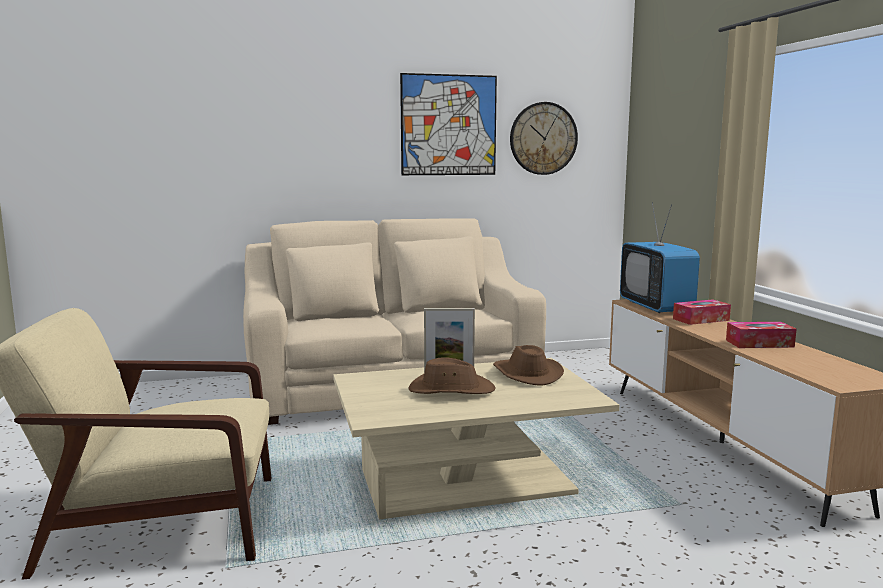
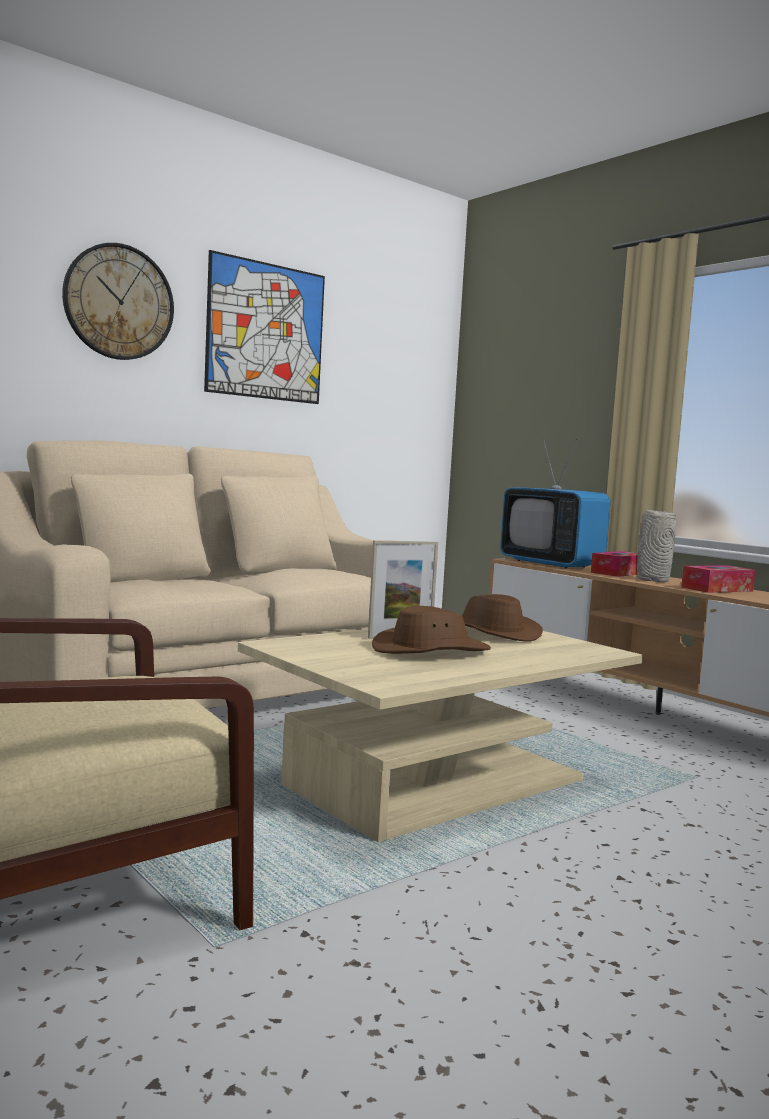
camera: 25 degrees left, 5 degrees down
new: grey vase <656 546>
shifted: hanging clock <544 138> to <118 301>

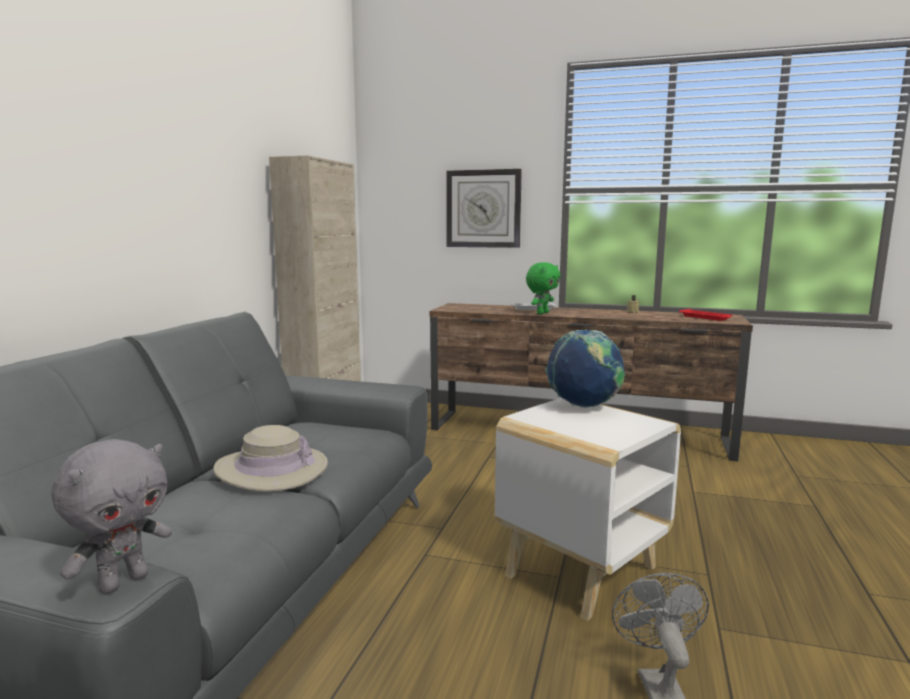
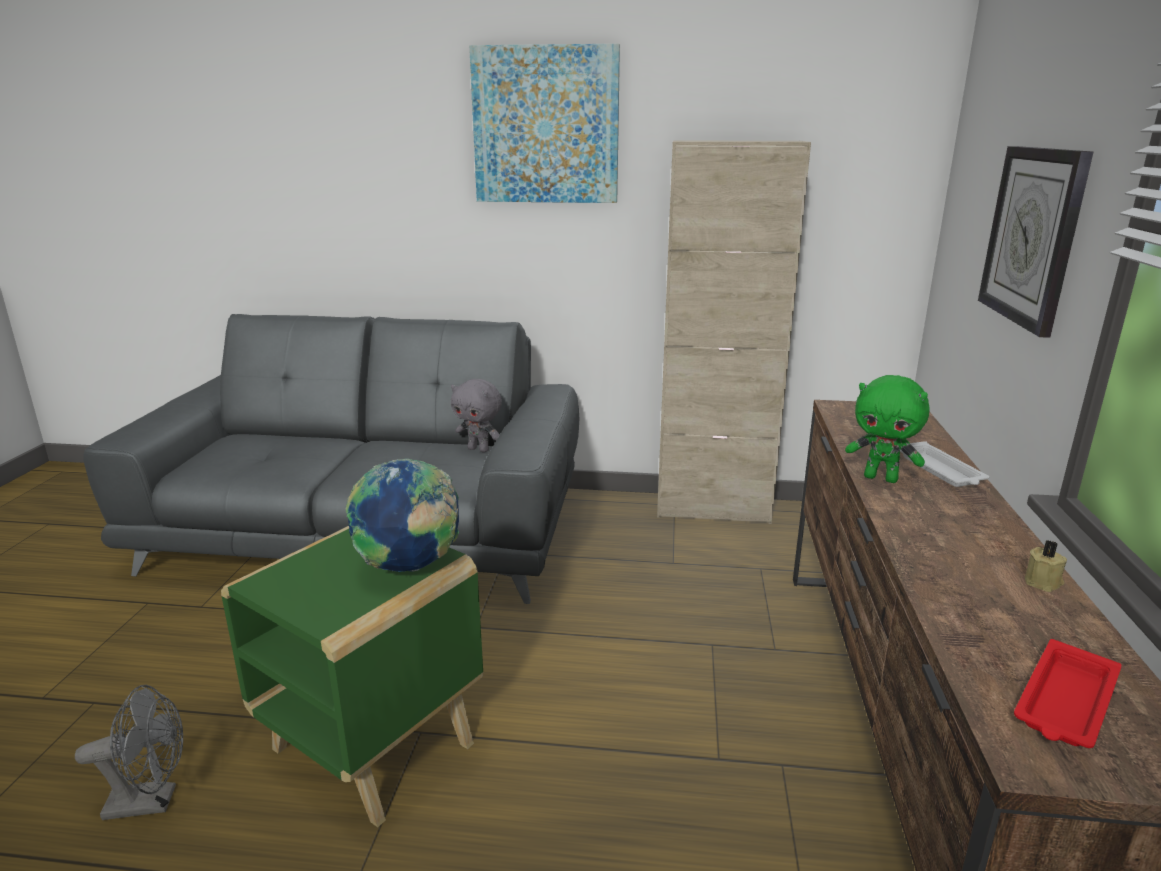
camera: 80 degrees right, 10 degrees up
gone: beige-coloured hat <270 458>
new: wall art <544 123>
shifted: grey plush toy <112 516> to <476 416>
repainted: whitish side table <588 509> to green side table <352 676>

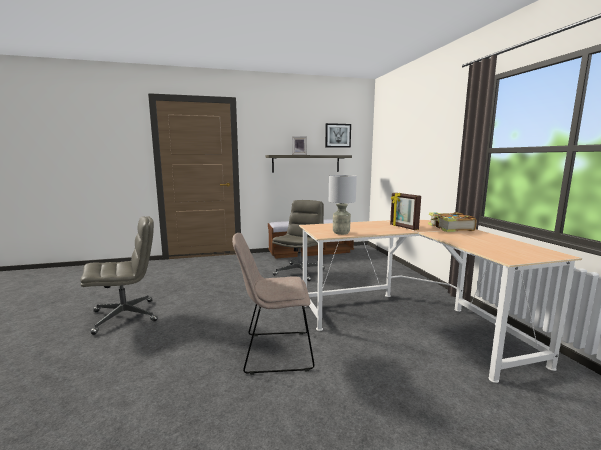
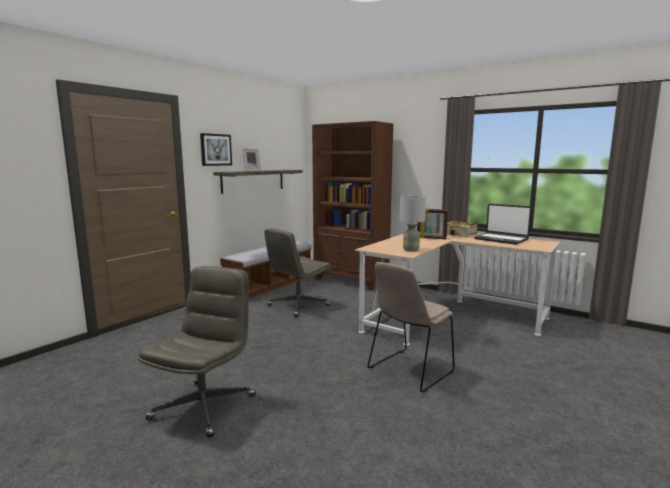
camera: 40 degrees left, 0 degrees up
new: brownish bookcase <352 206>; notebook computer <503 224>
shifted: wall art <338 135> to <216 149>
rotated: grey desk chair <298 240> = <297 272> 120 degrees counterclockwise

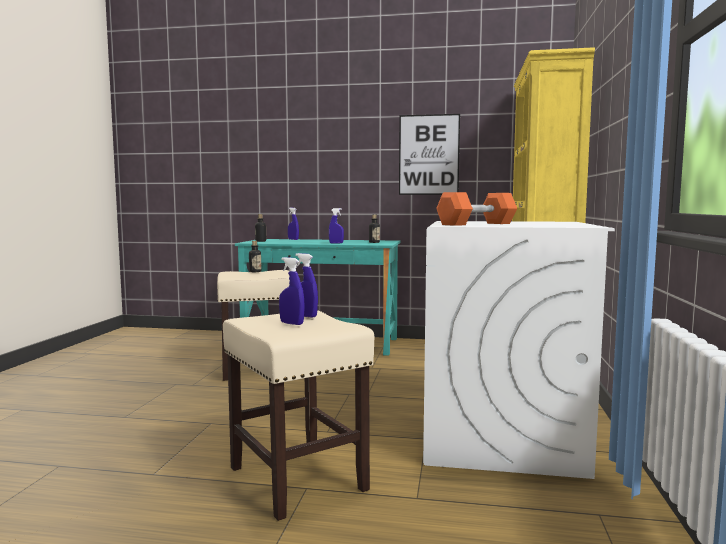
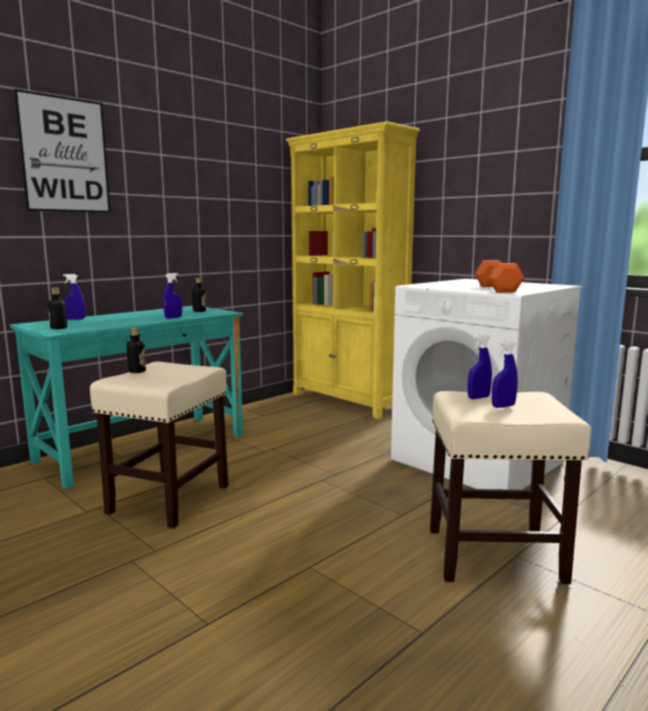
camera: 55 degrees left, 5 degrees up
shifted: wall art <429 154> to <62 151>

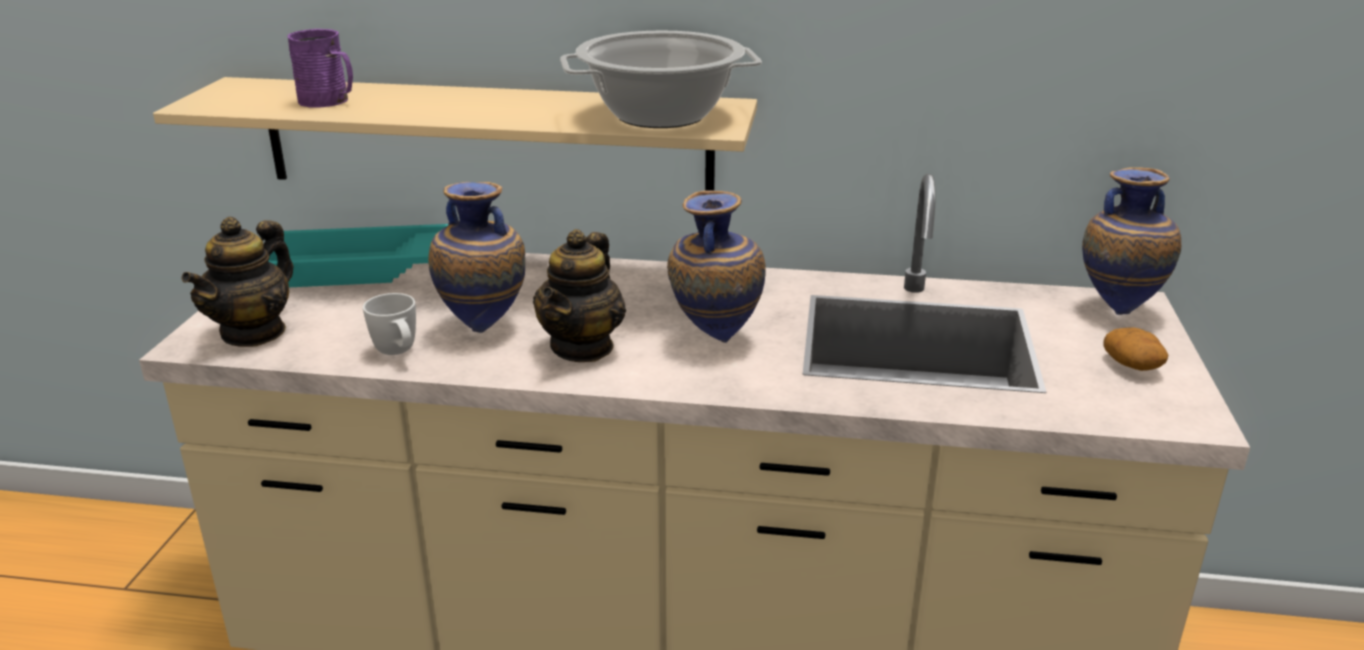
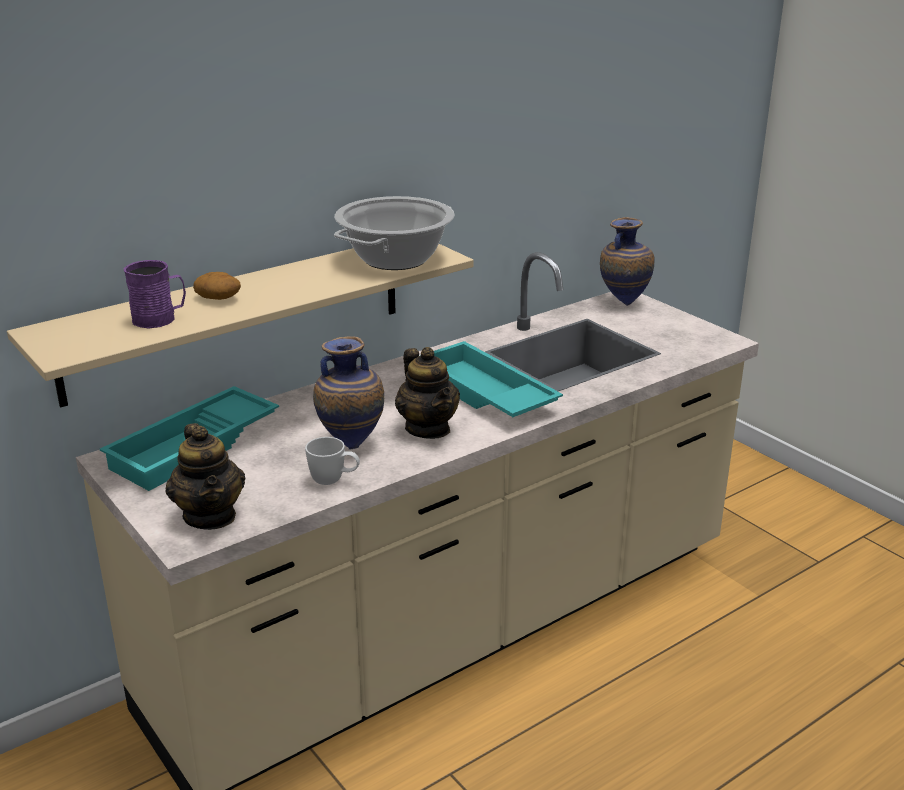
camera: 45 degrees left, 0 degrees up
shifted: whole potato <1136 349> to <217 286>
swapped: vase <716 266> to blue-green serving tray <491 379>

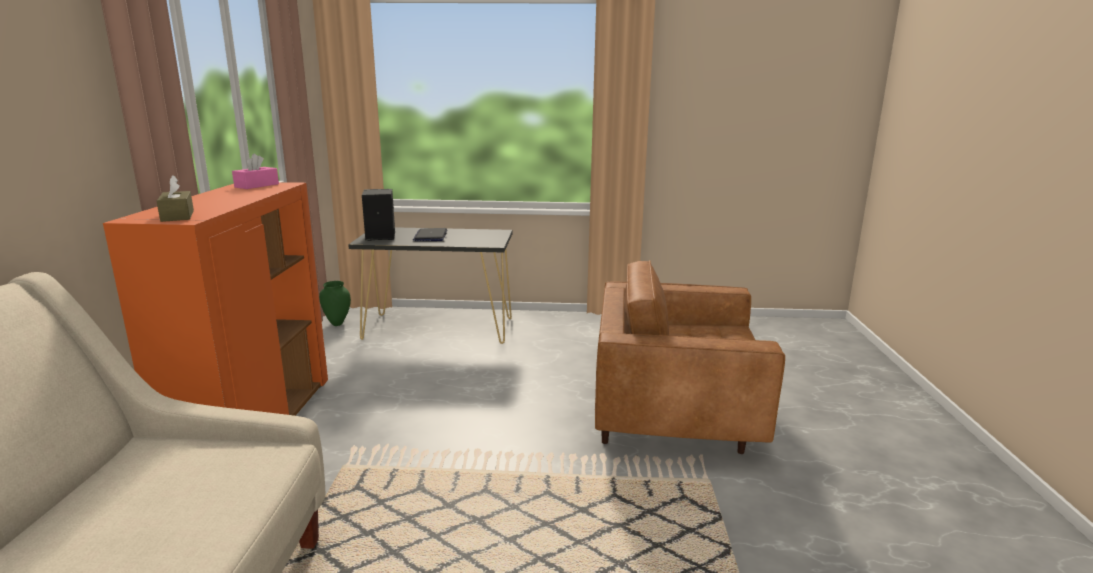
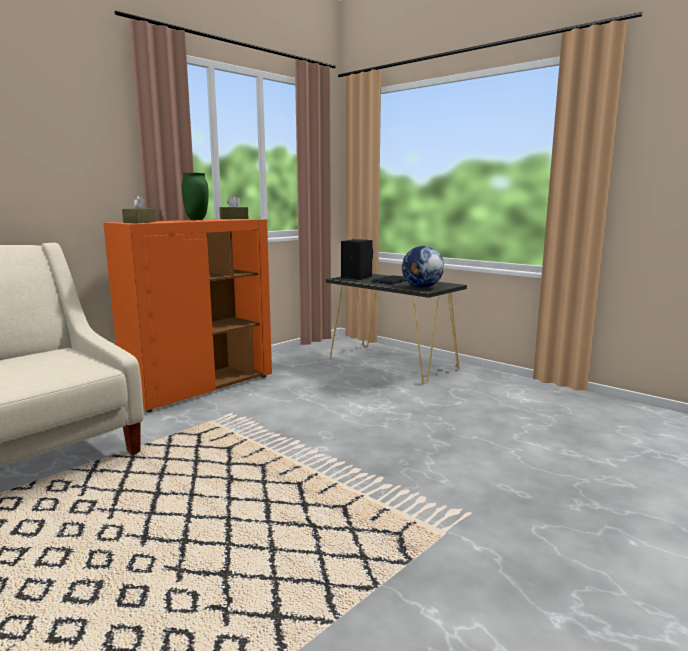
camera: 40 degrees right, 5 degrees down
gone: brownish lounge chair <690 357>
new: world globe <422 267>
shifted: green vase <335 303> to <195 196>
repainted: pink box of tissues <255 171> to brownish box of tissues <234 207>

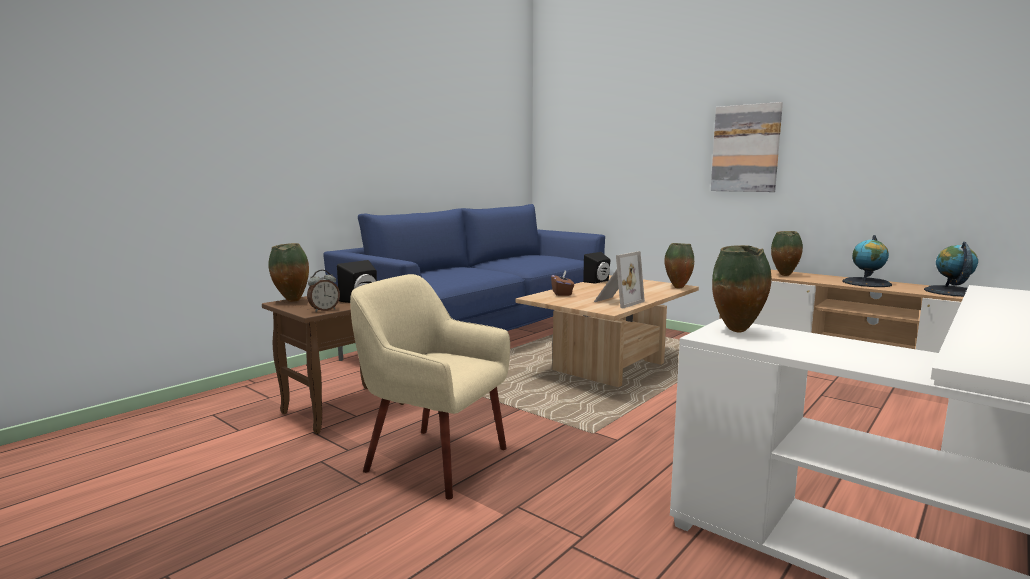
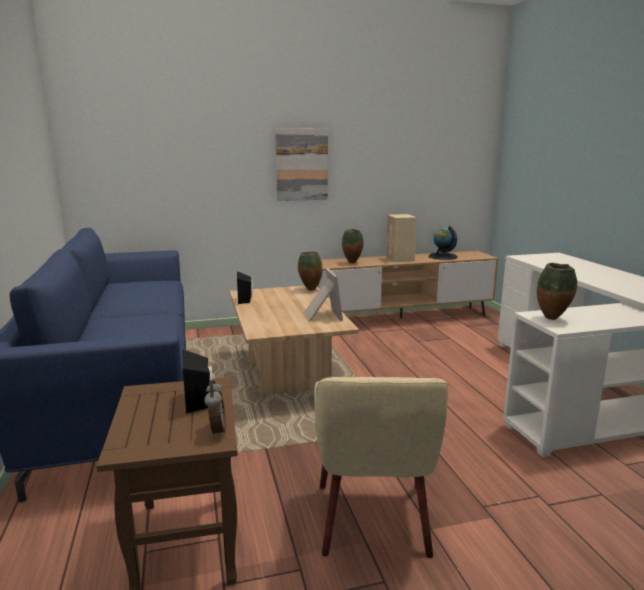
camera: 55 degrees left, 5 degrees up
gone: vase <288 272>; brownish box of tissues <562 283>
swapped: world globe <867 261> to beige-coloured loudspeaker <401 238>
rotated: beige-coloured lounge chair <430 386> = <381 467> 60 degrees counterclockwise

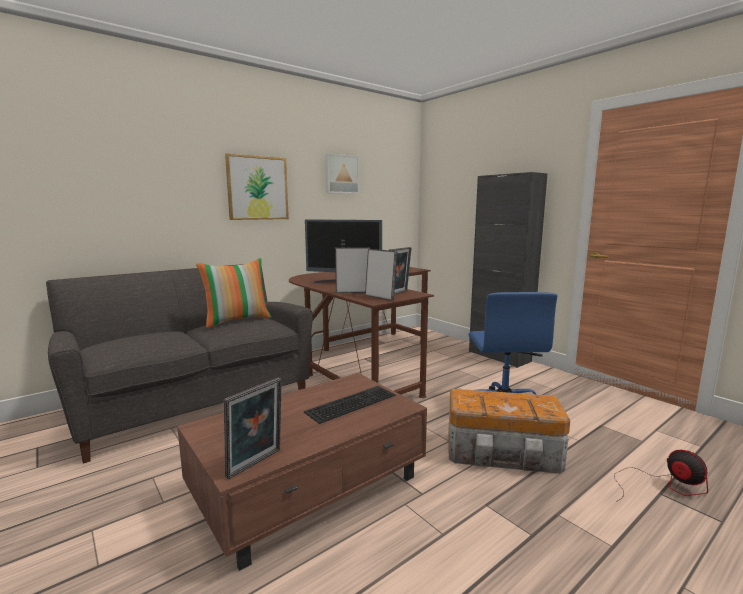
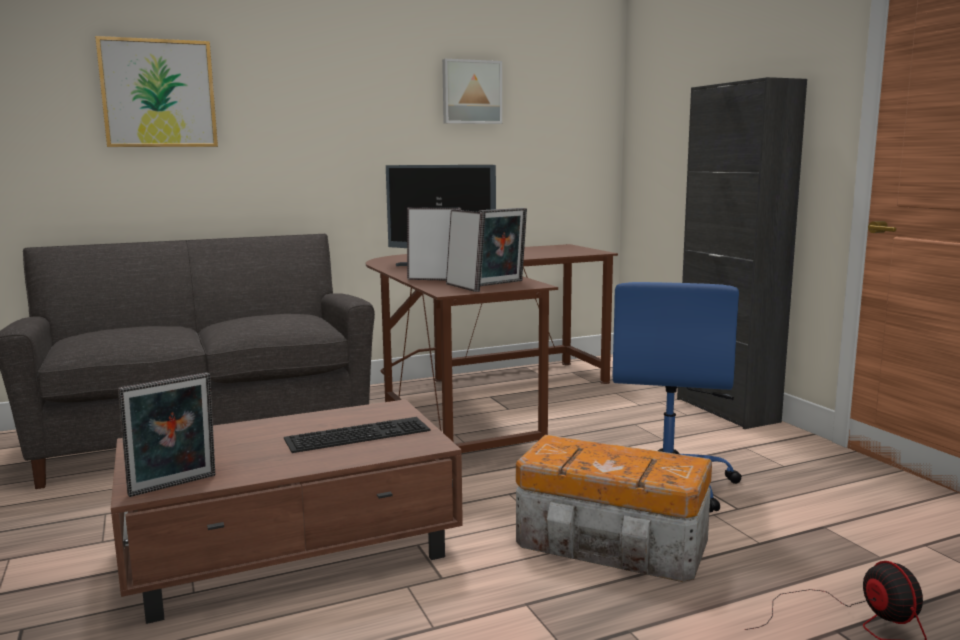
camera: 15 degrees right, 0 degrees up
gone: cushion <234 293>
shifted: wall art <257 187> to <156 91>

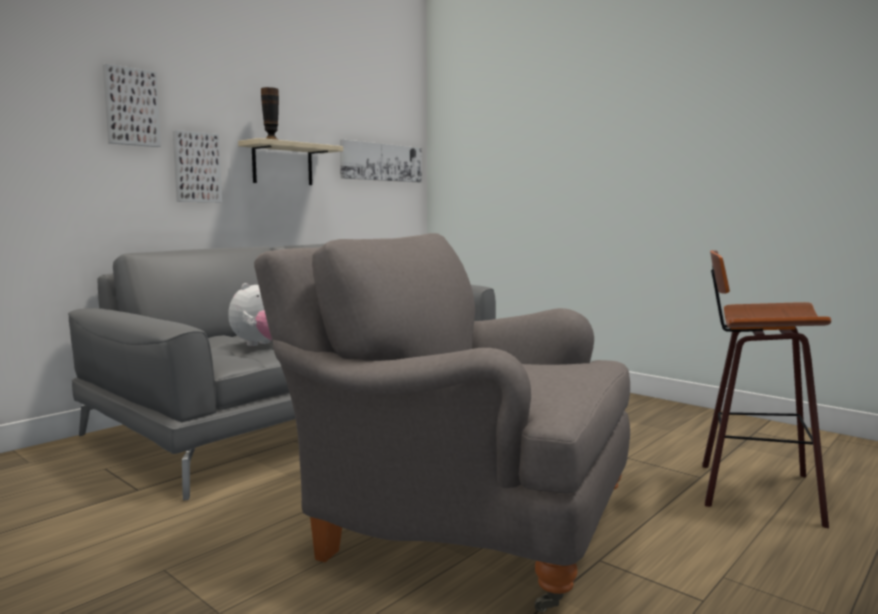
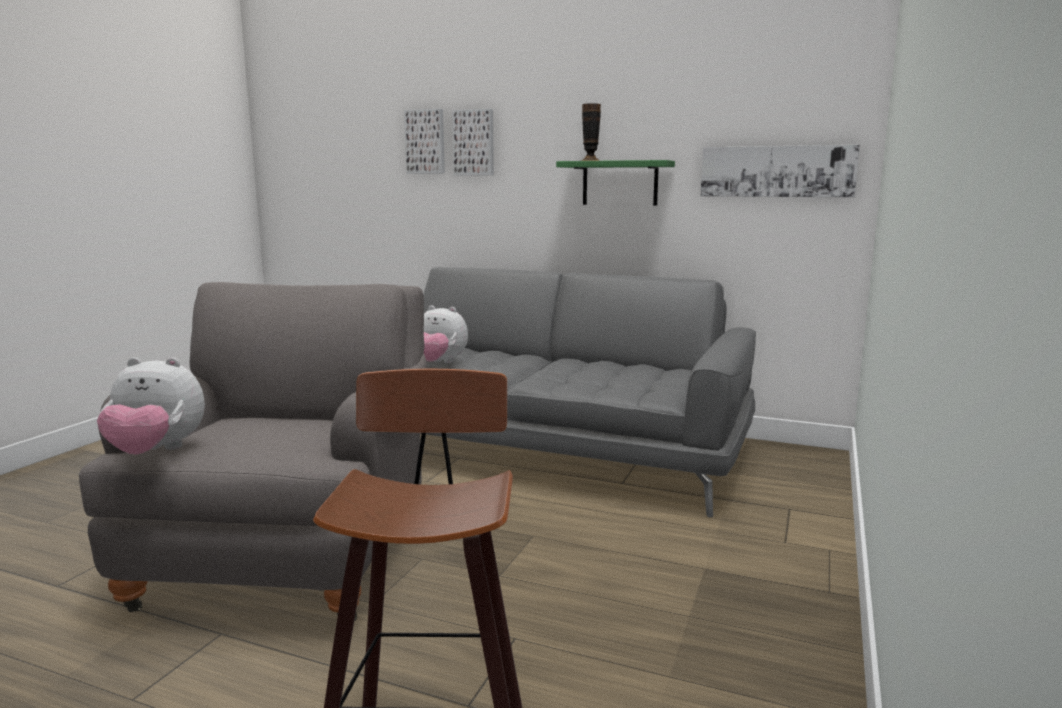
camera: 70 degrees right, 5 degrees up
new: plush toy <151 405>
shifted: wall art <197 166> to <424 141>
repainted: beige-coloured shelf <290 161> to green shelf <615 183>

